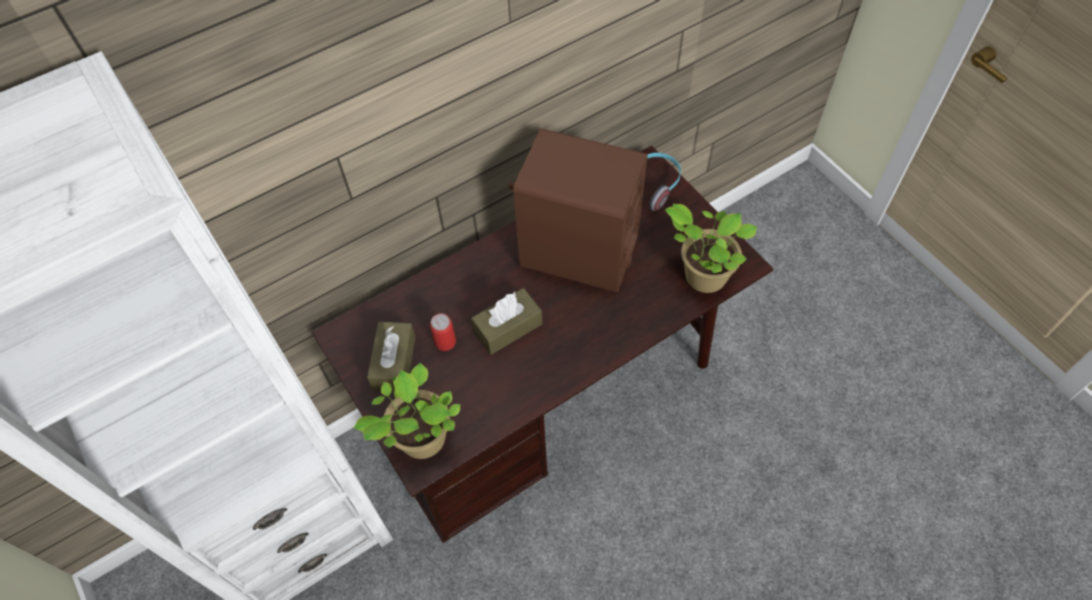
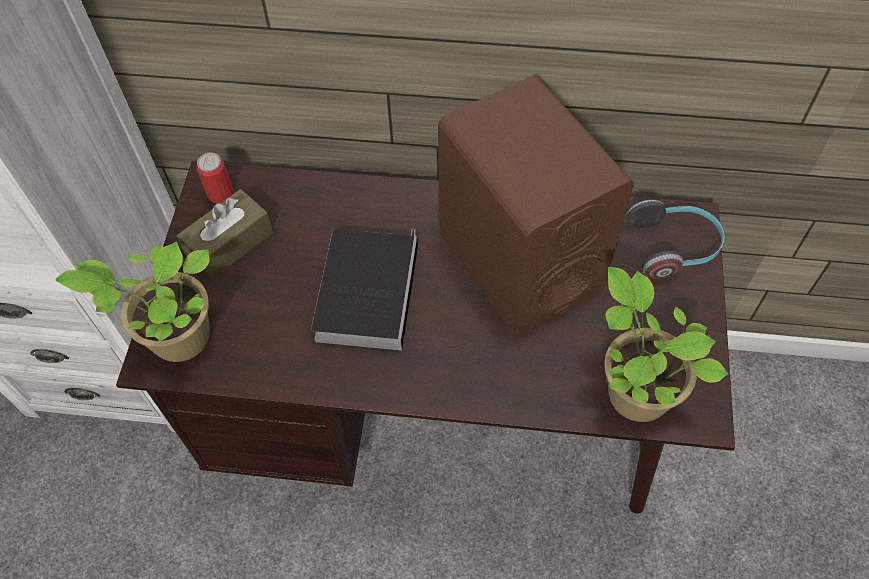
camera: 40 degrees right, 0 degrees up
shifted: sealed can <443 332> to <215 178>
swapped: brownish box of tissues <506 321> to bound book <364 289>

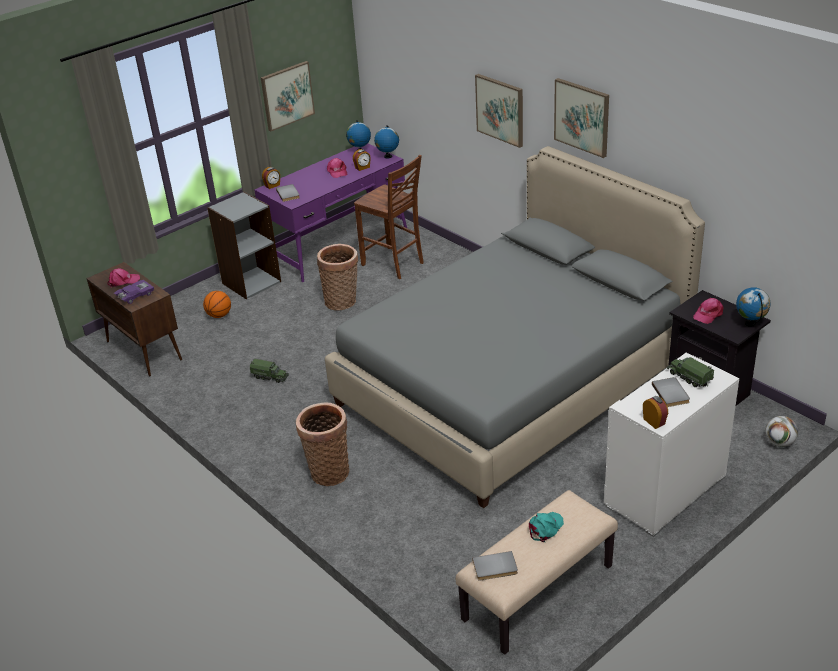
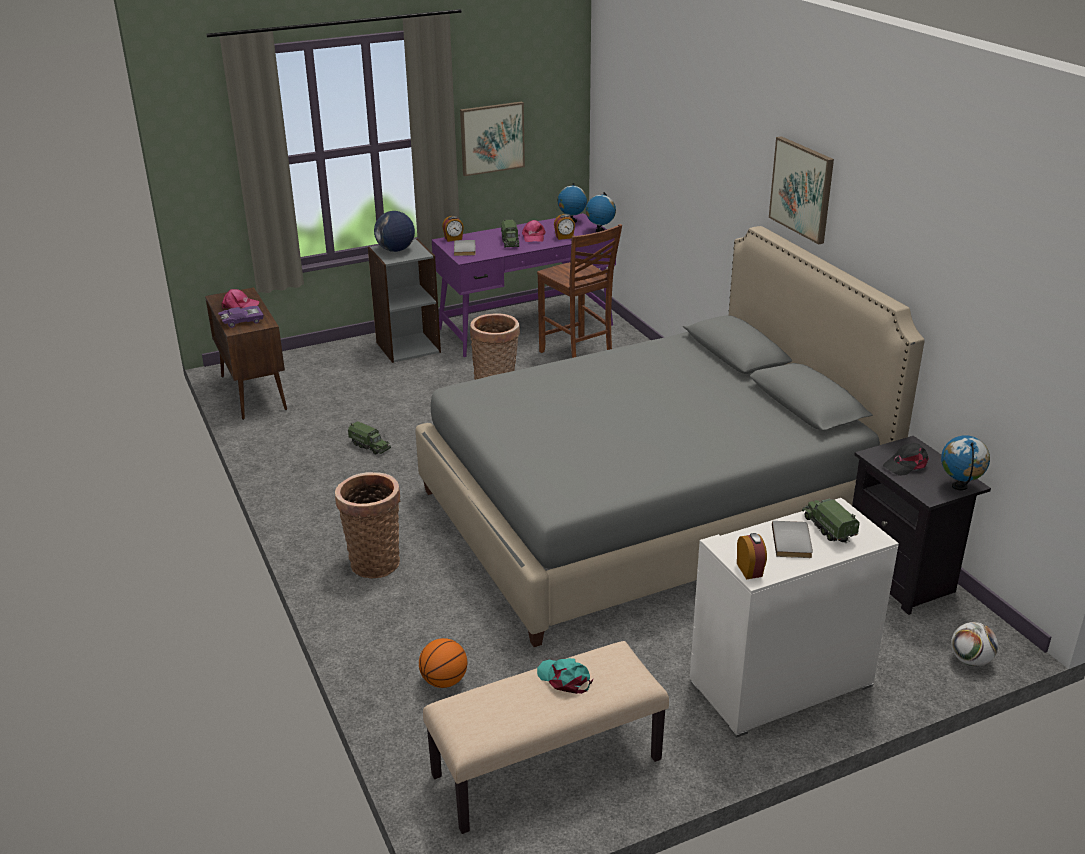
camera: 15 degrees right, 5 degrees down
gone: wall art <499 111>; grey bound book <495 566>
new: world globe <394 231>; toy lorry <510 233>
shifted: ball for basketball <217 304> to <443 663>
repainted: pink peaked cap <708 311> to black-coloured peaked cap <906 459>
rotated: blue-green peaked cap <546 527> = <565 676> 105 degrees counterclockwise

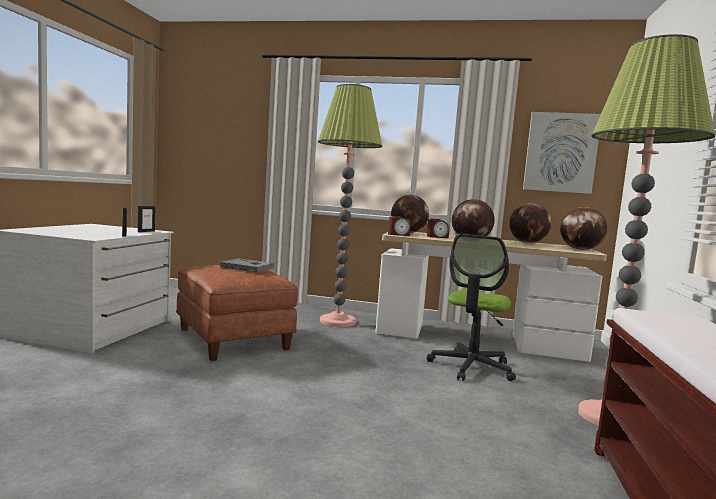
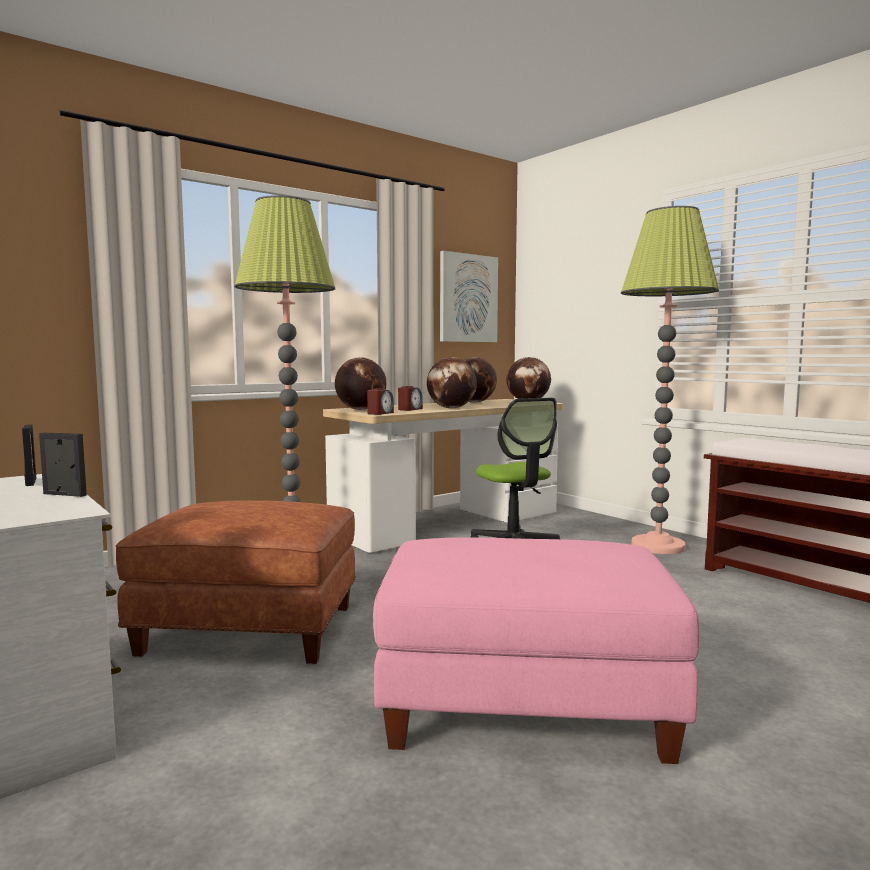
camera: 50 degrees left, 0 degrees up
gone: grey bound book <247 265>
new: pink ottoman <536 651>

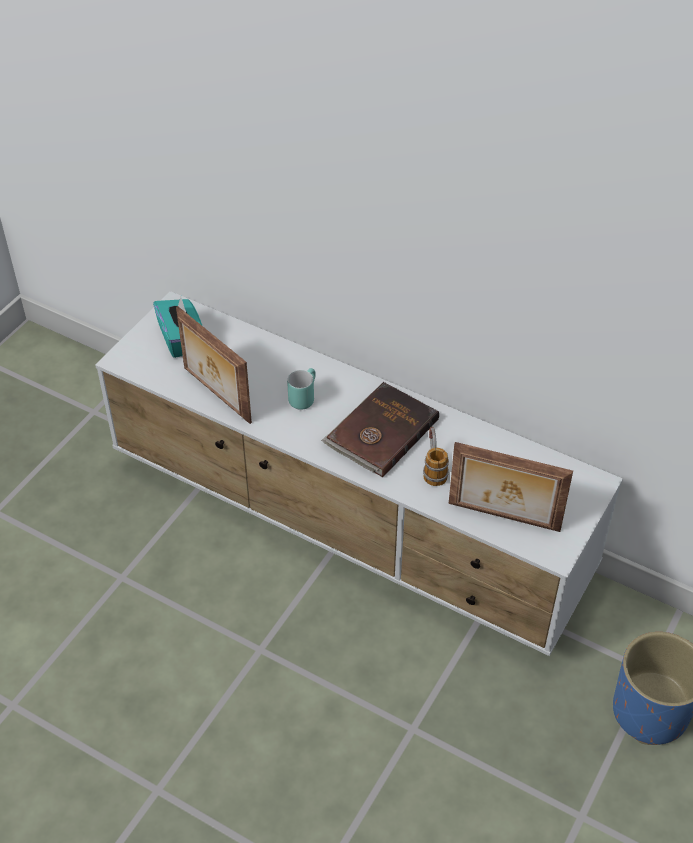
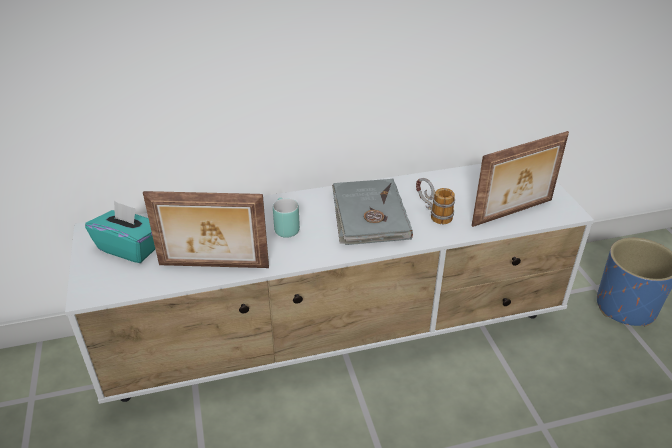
camera: 45 degrees left, 10 degrees down
repainted: brownish bound book <380 429> to grey bound book <372 211>

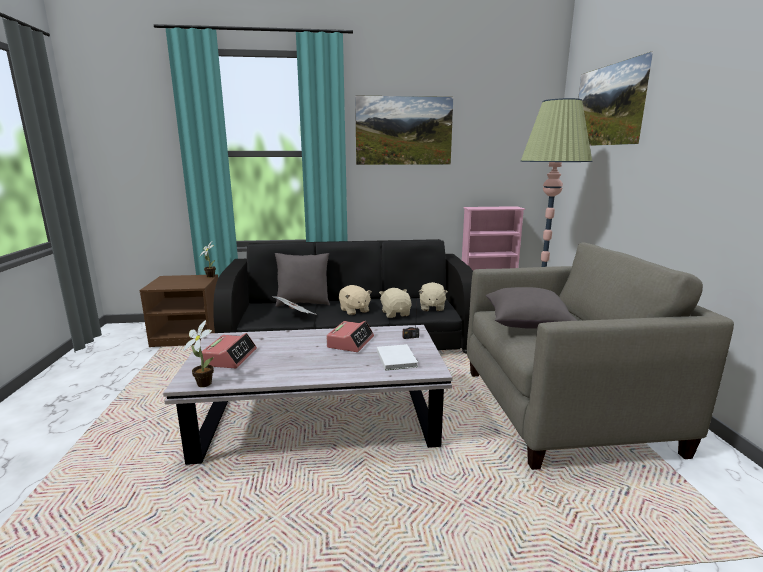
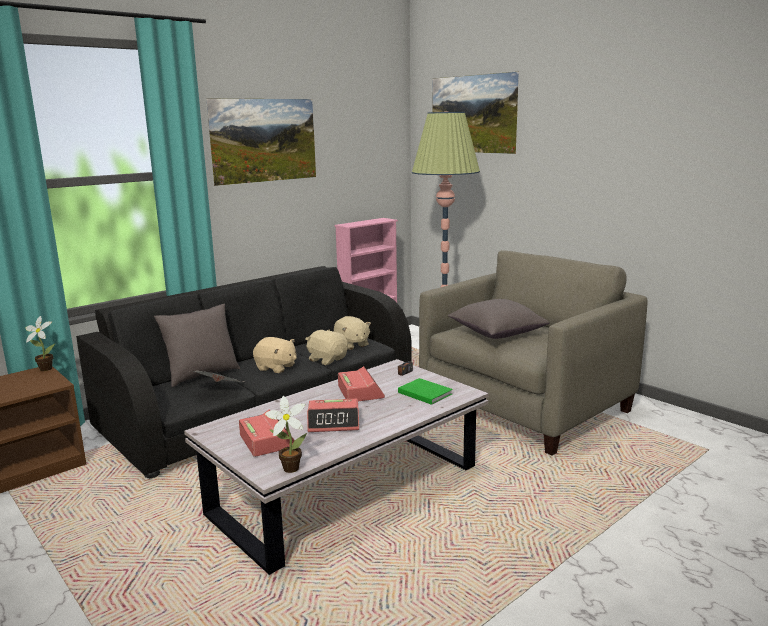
camera: 35 degrees left, 0 degrees up
new: bedside clock <333 415>
repainted: whitish bound book <397 357> to green bound book <425 391>

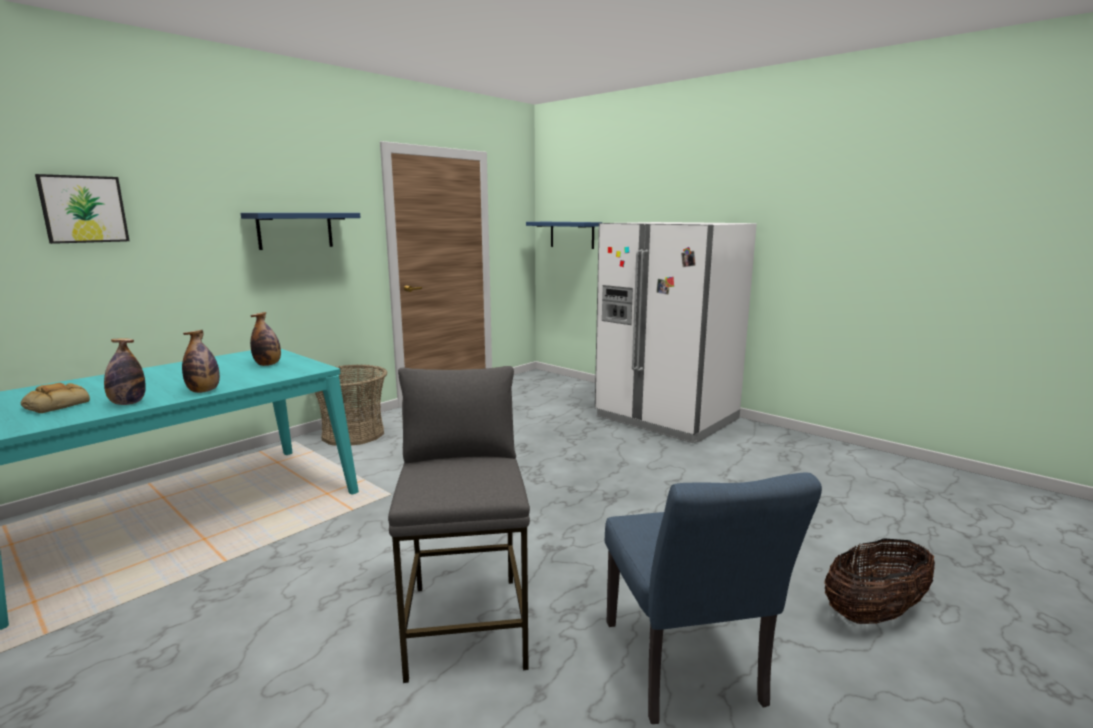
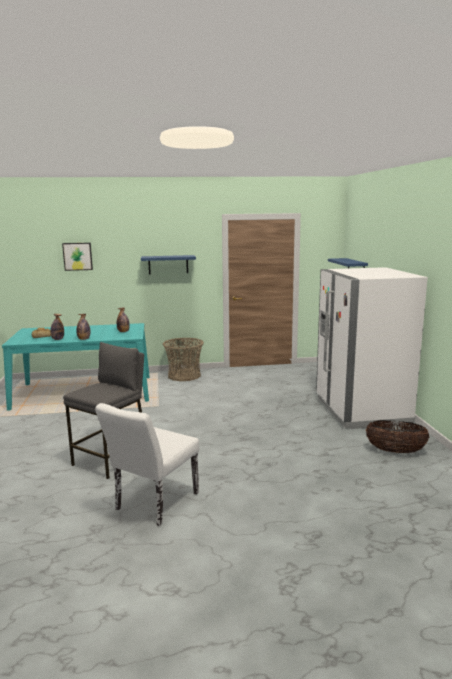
camera: 40 degrees right, 0 degrees up
shifted: basket <879 581> to <397 436>
repainted: blue-coloured upright chair <713 598> to whitish upright chair <147 464>

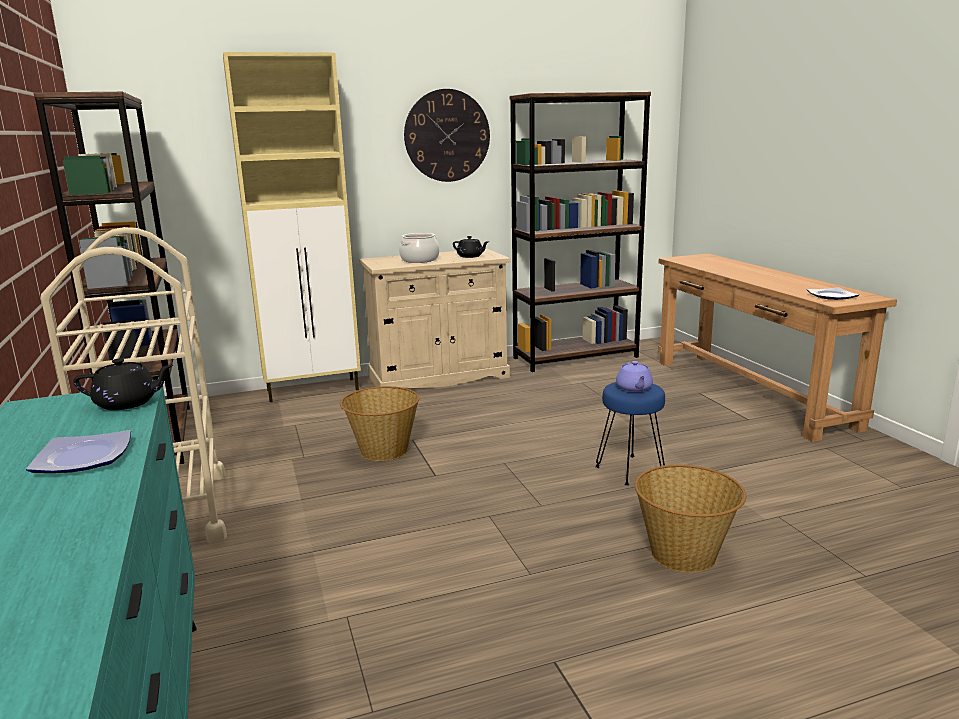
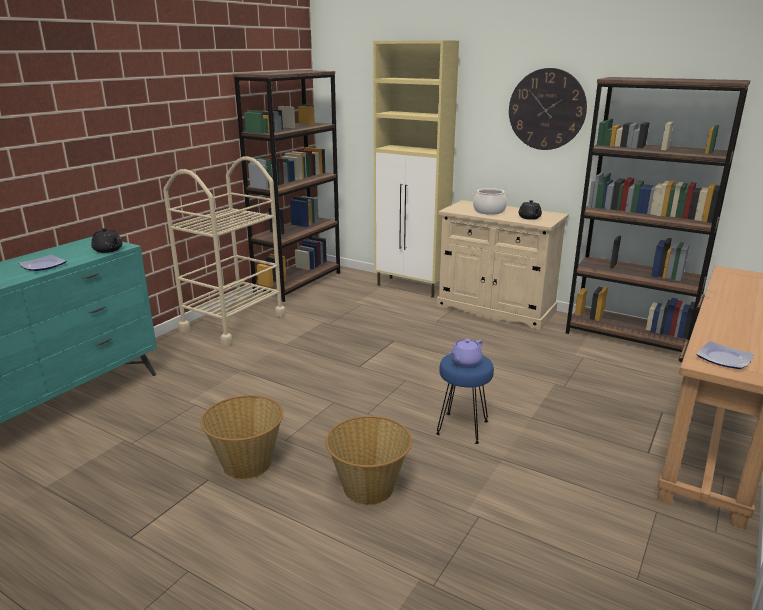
camera: 50 degrees right, 5 degrees up
shifted: basket <379 423> to <241 437>

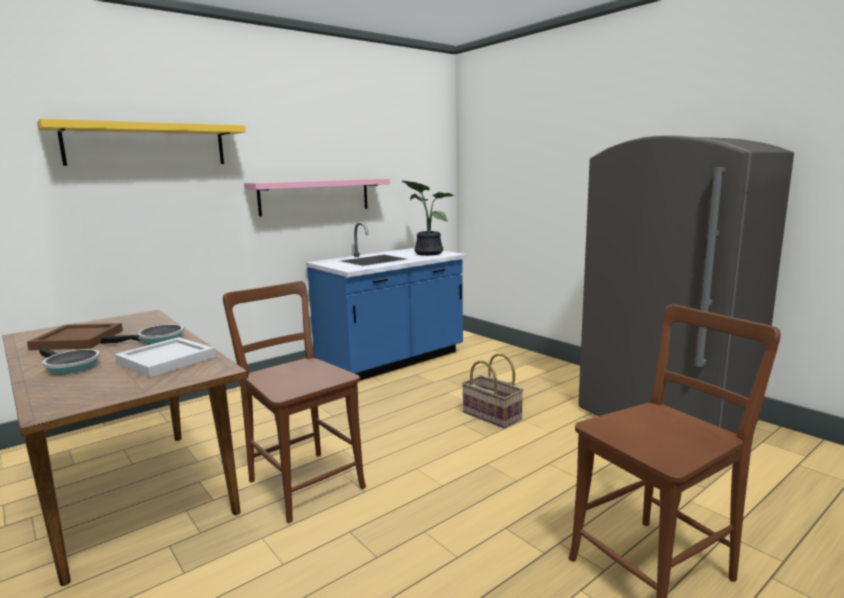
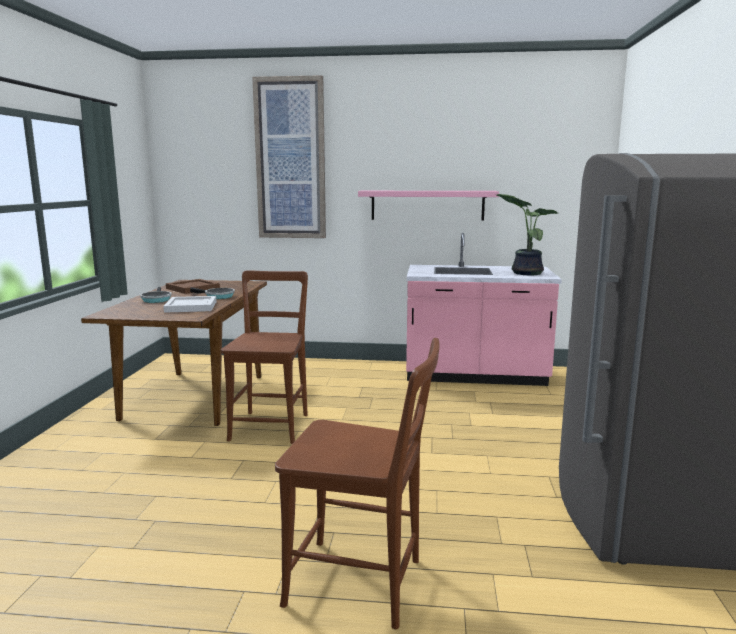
camera: 45 degrees right, 0 degrees up
gone: basket <493 390>
swapped: yellowish shelf <141 142> to wall art <289 156>
repainted: blue-coloured kitchen counter <386 301> to pink kitchen counter <484 309>

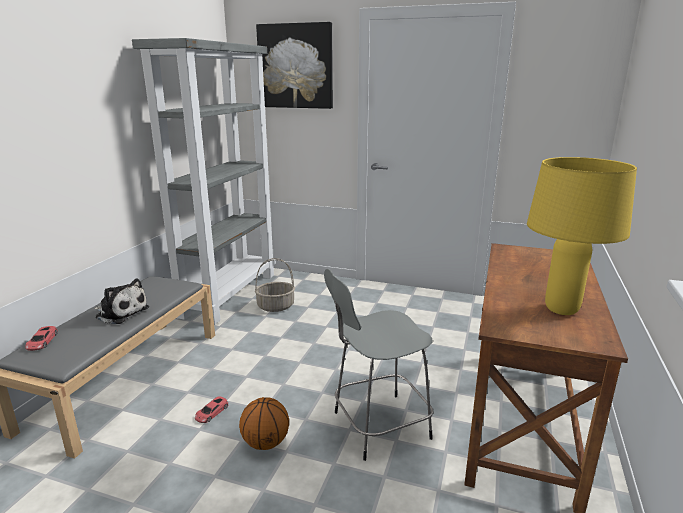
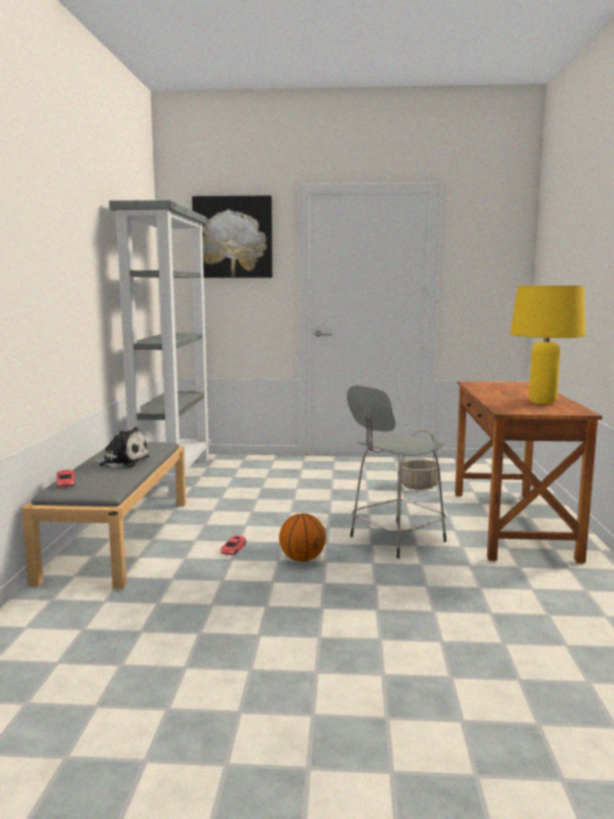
camera: 15 degrees left, 10 degrees down
shifted: basket <275 285> to <421 460>

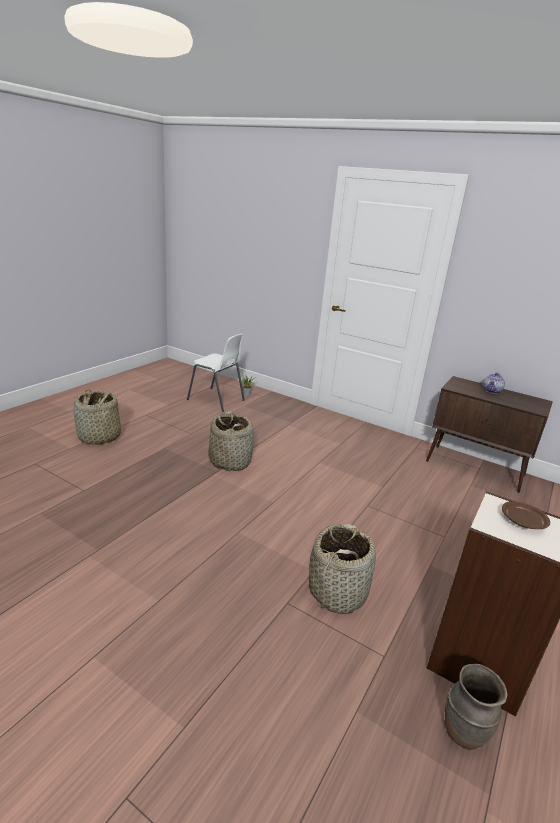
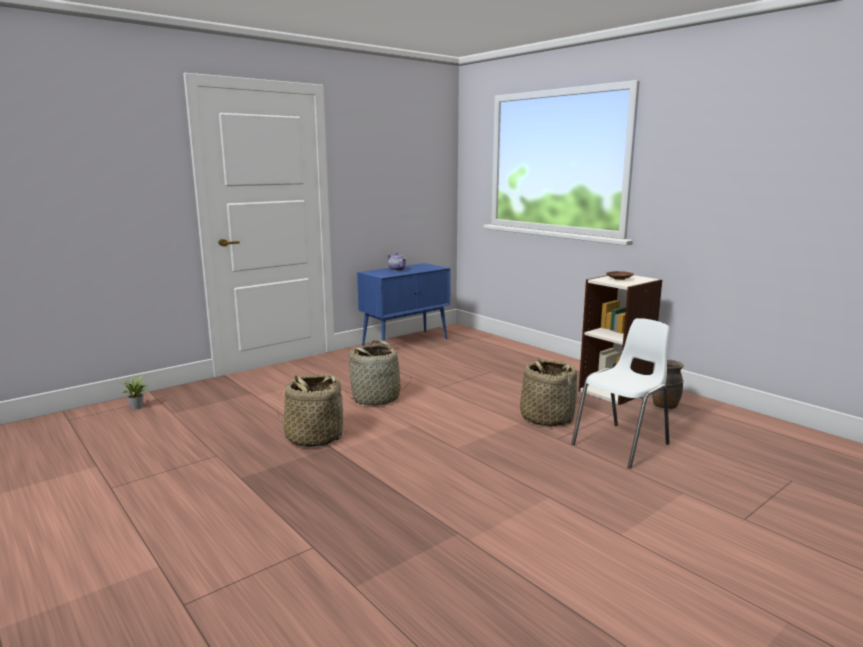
camera: 70 degrees left, 10 degrees down
shifted: whitish upright chair <216 373> to <621 393>; basket <97 417> to <378 372>
repainted: brownish storage cabinet <489 434> to blue-coloured storage cabinet <403 304>

